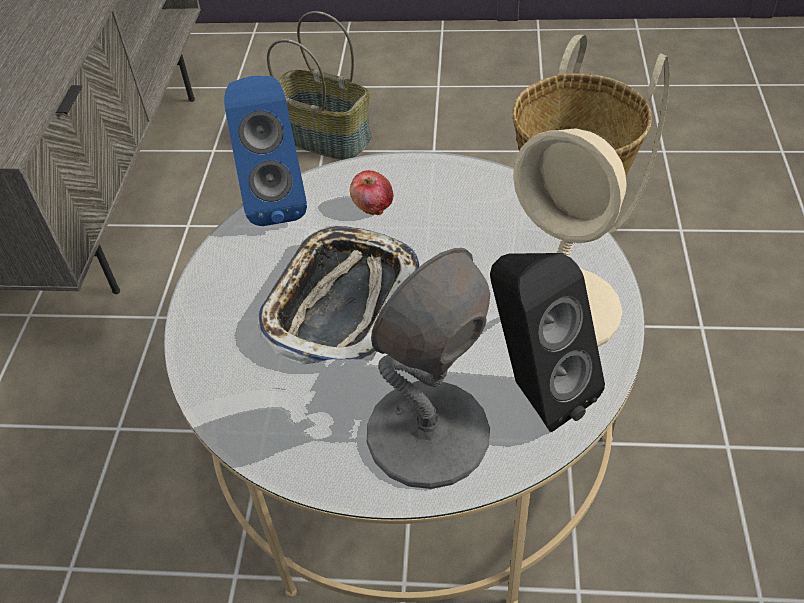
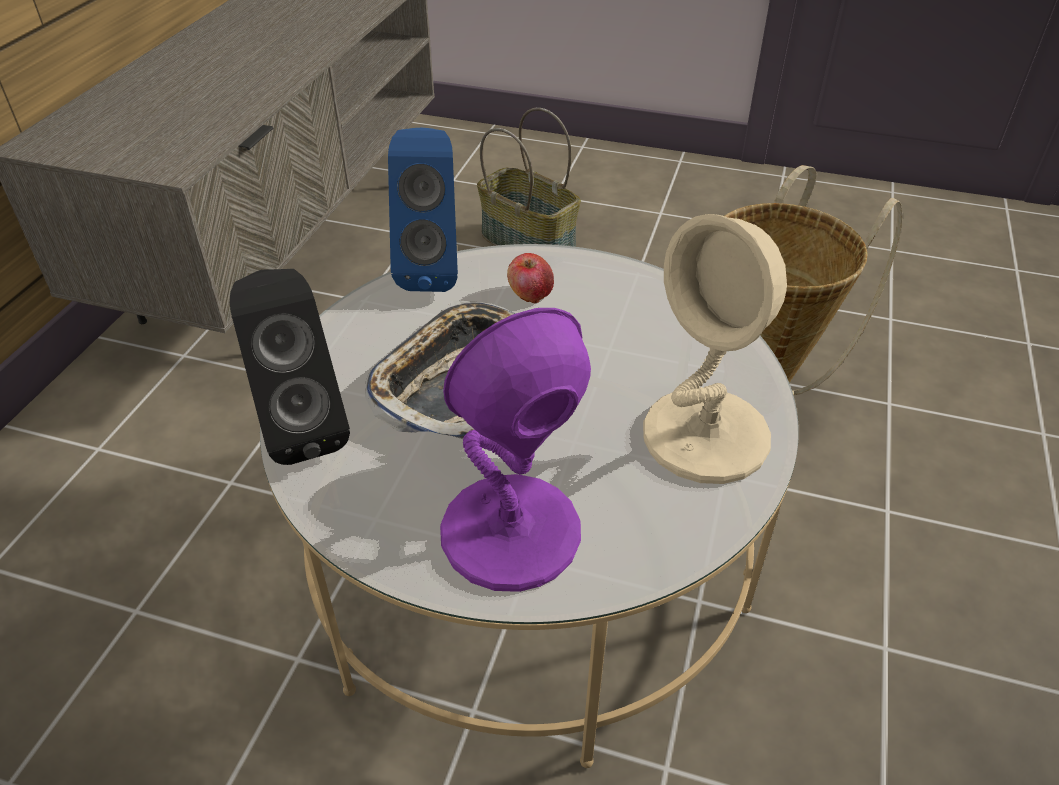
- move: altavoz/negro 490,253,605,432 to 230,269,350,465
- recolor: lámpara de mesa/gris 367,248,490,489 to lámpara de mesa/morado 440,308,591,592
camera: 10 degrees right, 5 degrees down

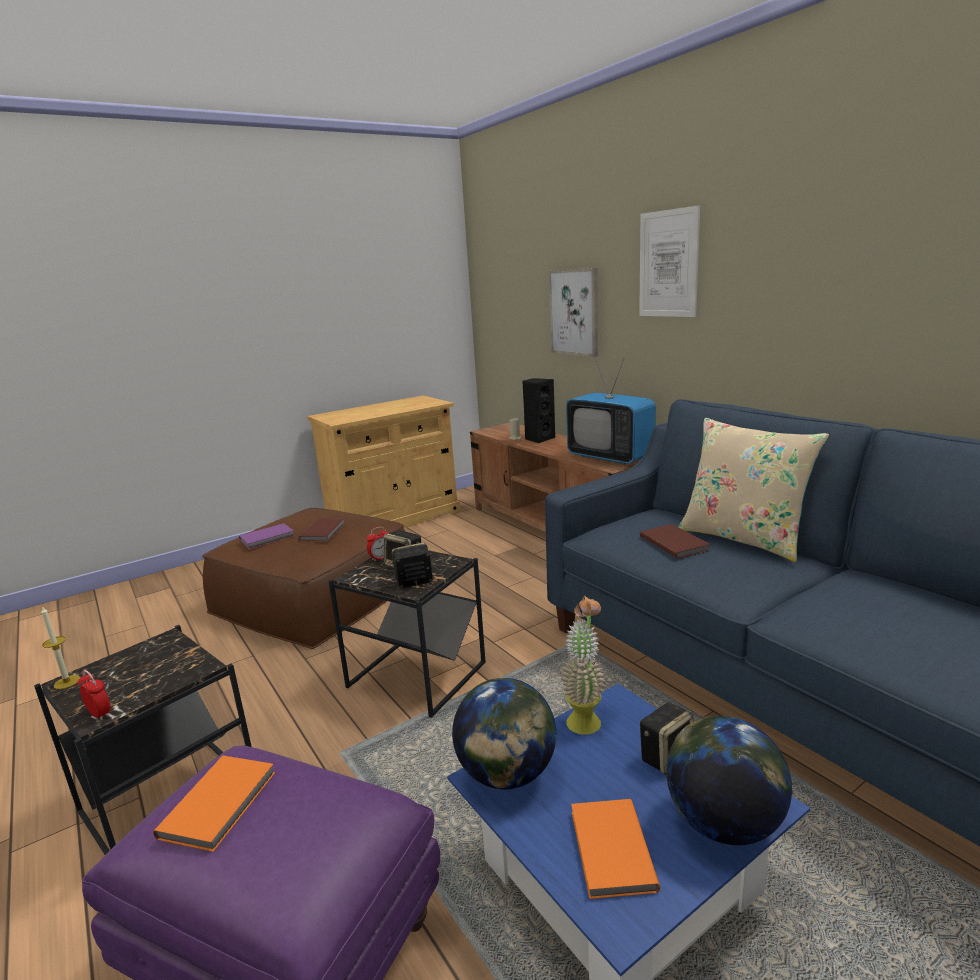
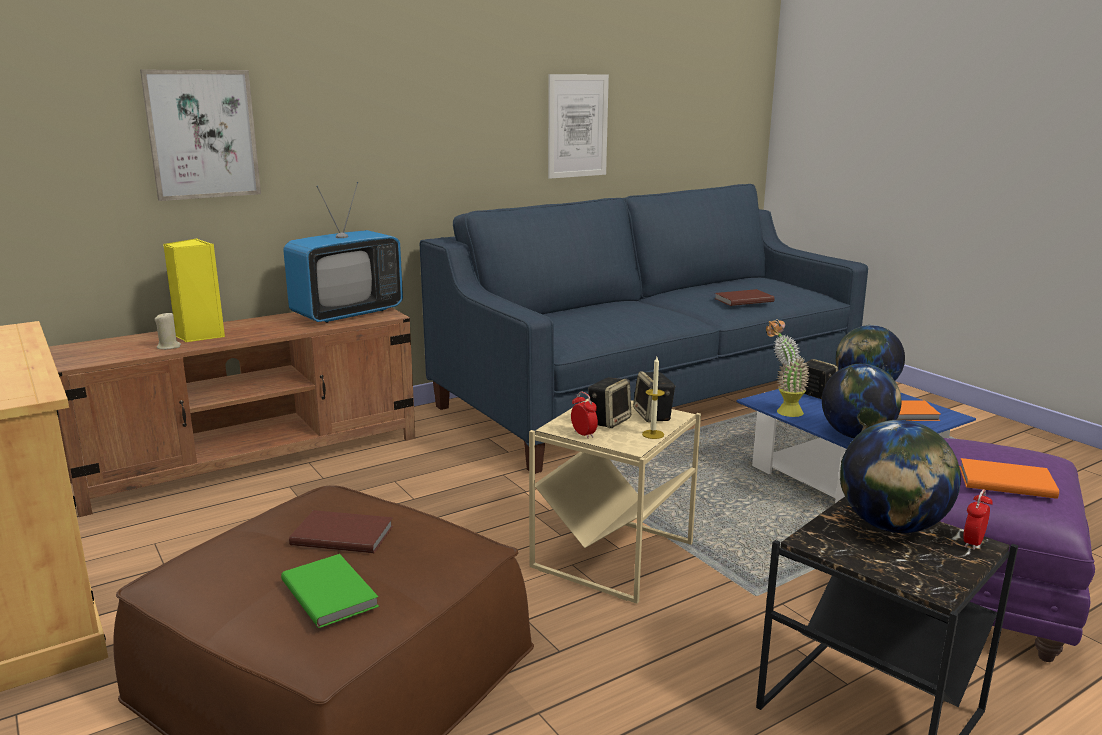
- delete: cojín/beis 678,418,829,562
- insert: globo terráqueo 840,420,961,533
- move: vela 41,606,80,689 to 642,357,665,439
- move: cuadro 639,205,700,317 to 548,74,609,179
- move: libro/marrón 640,524,711,559 to 714,289,775,306
- recolor: libro/morado 239,523,295,549 to libro/verde 281,554,379,628
- recolor: mesa auxiliar/negro 329,550,486,718 to mesa auxiliar/beis 529,398,701,604
- recolor: altavoz/negro 522,378,555,444 to altavoz/amarillo 163,238,225,343
camera: 90 degrees left, 0 degrees up

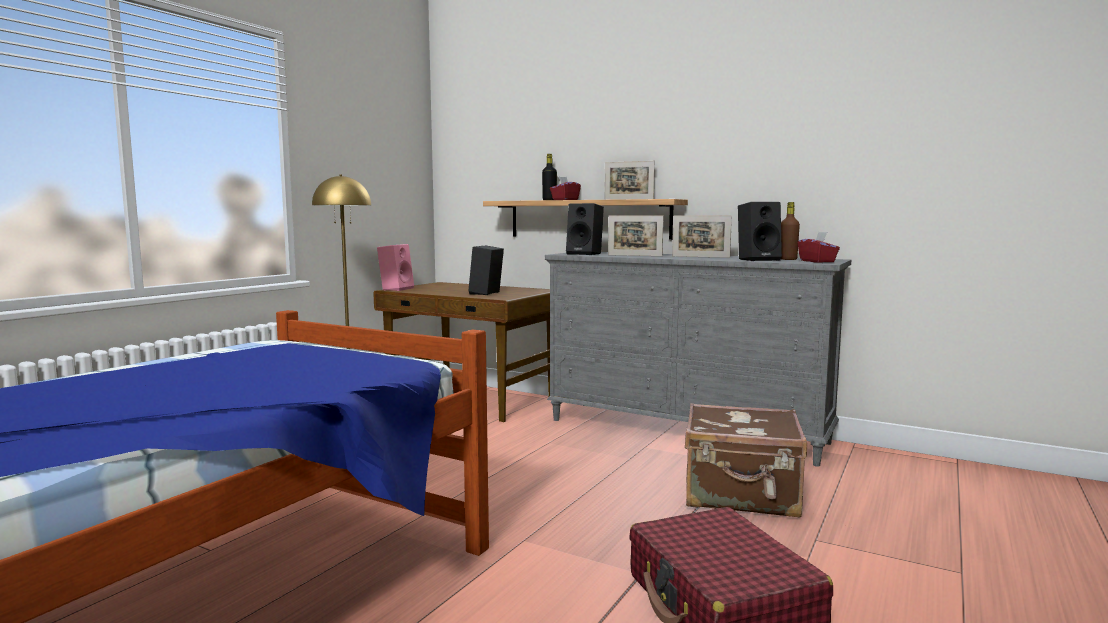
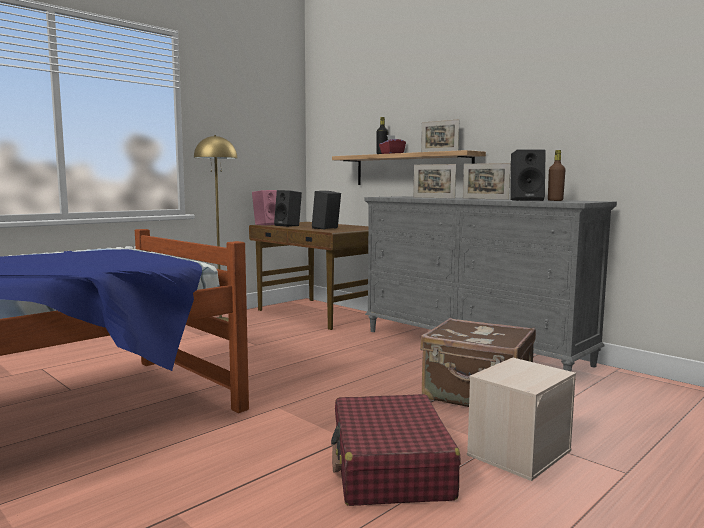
- delete: caja de pañuelos/rojo 798,232,840,263
- insert: caja de almacenaje/beis 467,358,576,481
- move: altavoz/negro 566,203,604,255 to 274,190,302,227
camera: 15 degrees right, 0 degrees up

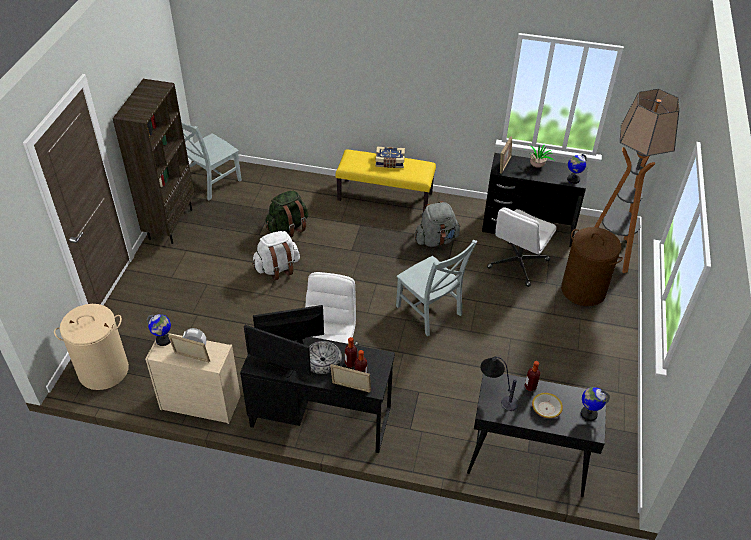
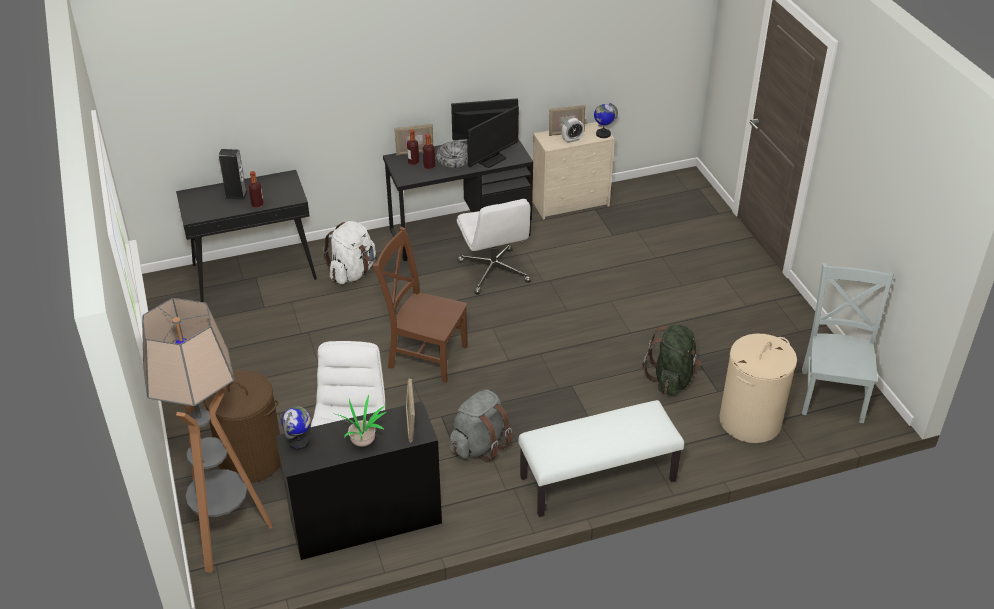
- delete: estantería/marrón 113,79,194,244
- delete: libro 375,147,405,168
- delete: lámpara de mesa 480,356,518,411
- delete: globo terráqueo 581,387,610,421
- move: cesto de la ropa/beis 54,304,129,390 to 720,333,797,443
- move: mochila/blanco 252,231,300,280 to 323,221,376,284
- replace: cuenco 532,393,563,418 to altavoz 219,149,248,200
- recolor: banco/amarillo 335,149,436,211 to banco/blanco 519,400,684,517
- recolor: silla/gris 396,240,478,336 to silla/marrón 373,226,468,383
camera: 150 degrees right, 5 degrees down

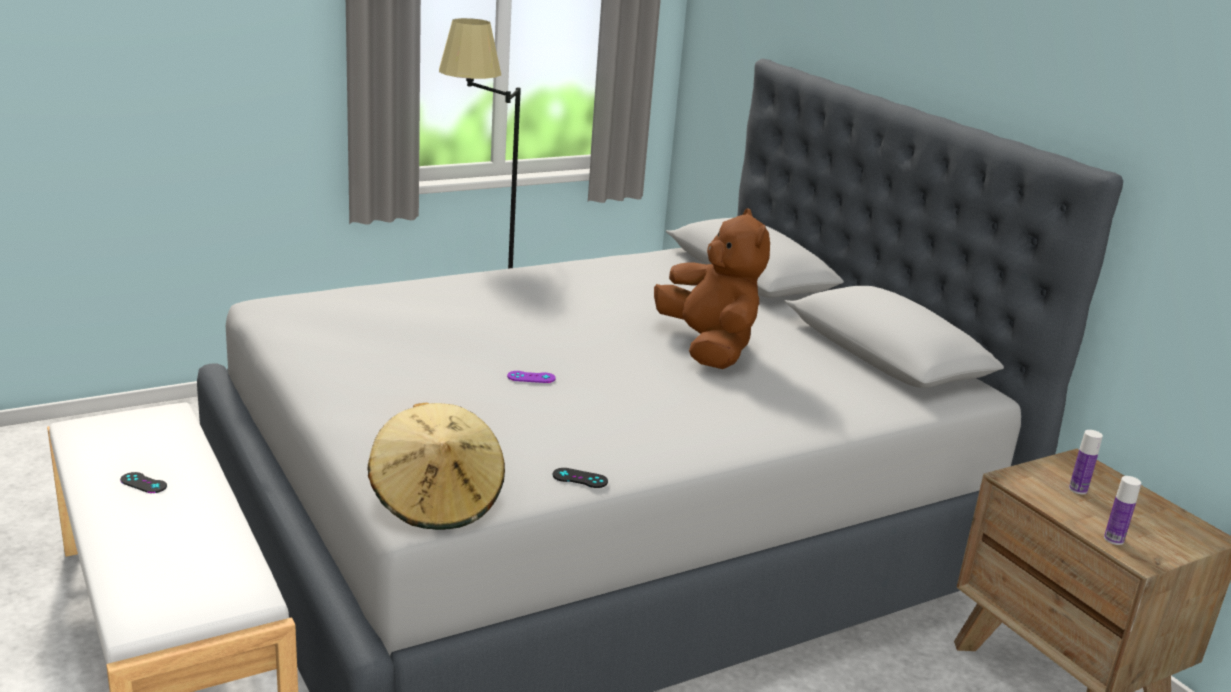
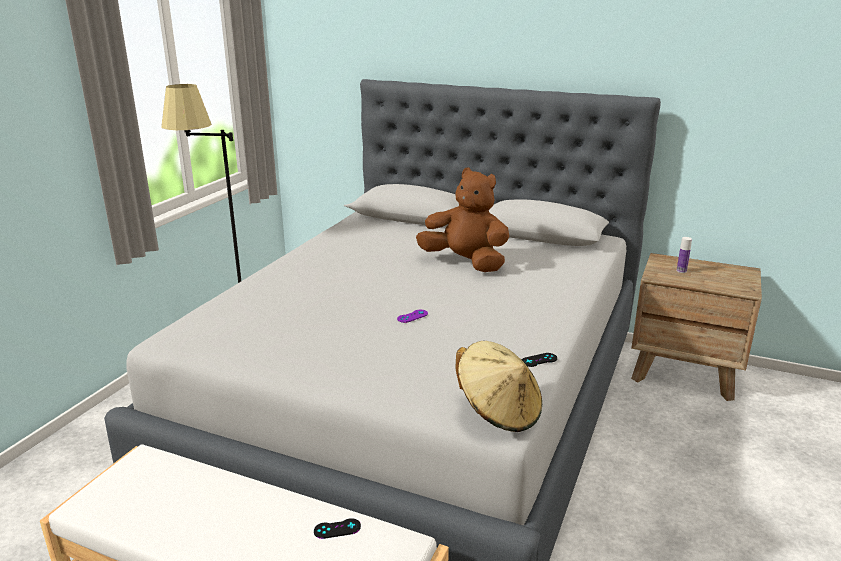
- delete: botella 1104,476,1141,545
- move: mando de consola/negro 120,472,167,493 to 314,518,361,539
camera: 35 degrees left, 0 degrees up

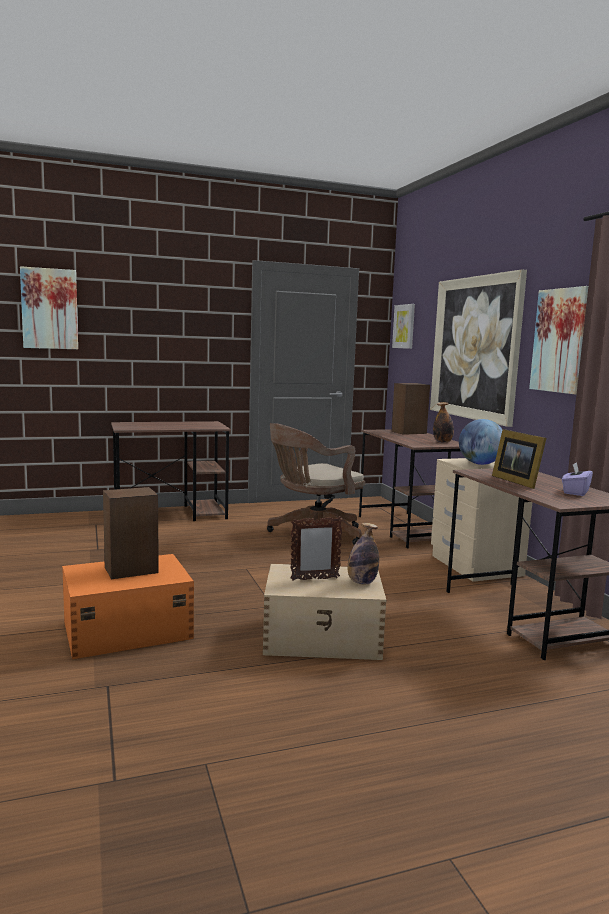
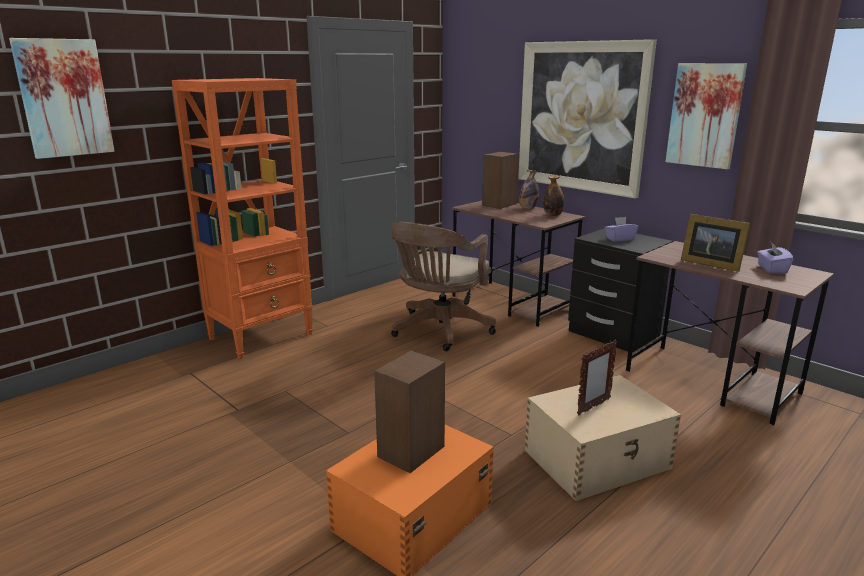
- delete: cuadro 392,304,415,349
- move: botella 348,523,379,584 to 519,170,539,209
- replace: escritorio/marrón 111,421,231,521 to estantería/naranja 172,78,313,359
- replace: globo terráqueo 459,419,502,465 to caja de pañuelos/morado 605,217,638,242
- recolor: mesita de noche/beis 431,458,532,582 to mesita de noche/negro 568,228,673,353
camera: 25 degrees left, 10 degrees up

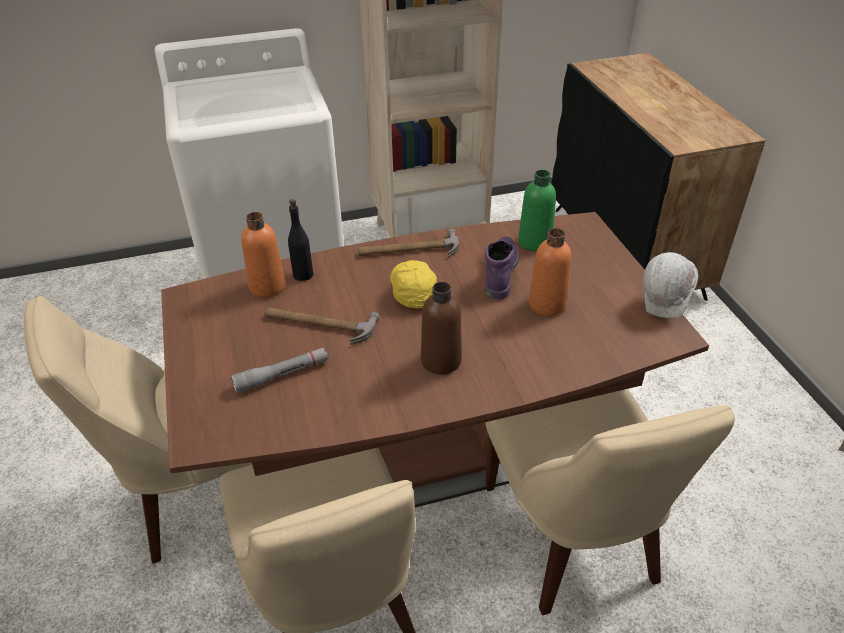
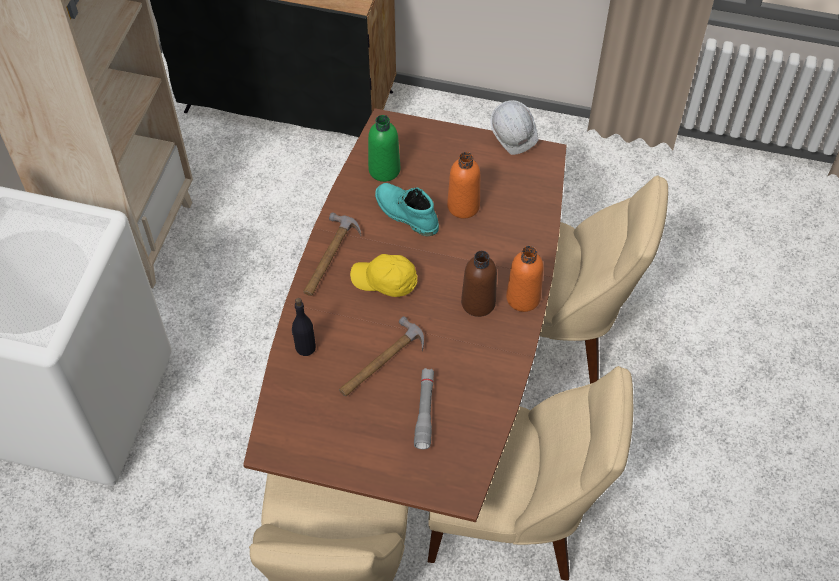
- move: botella/naranja 241,212,285,298 to 506,246,544,312
- recolor: bota/morado 485,237,519,300 to bota/turquesa 375,183,439,236
camera: 60 degrees left, 15 degrees up

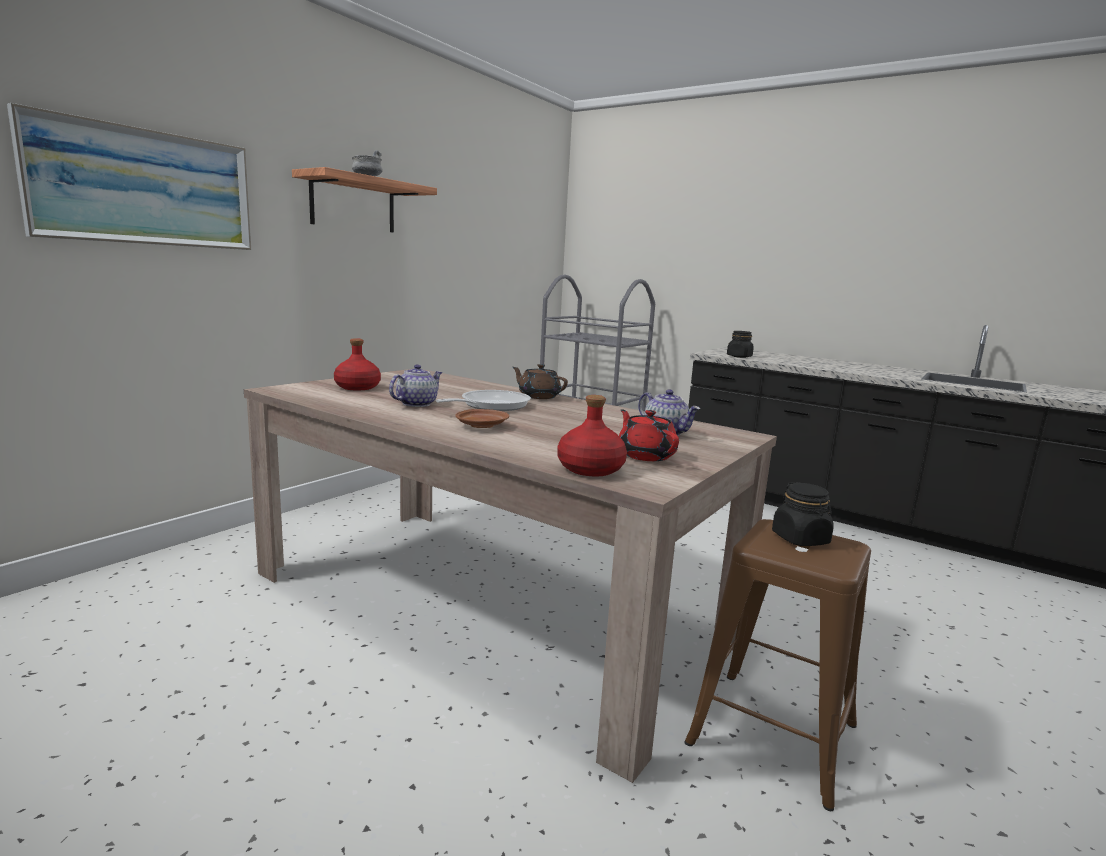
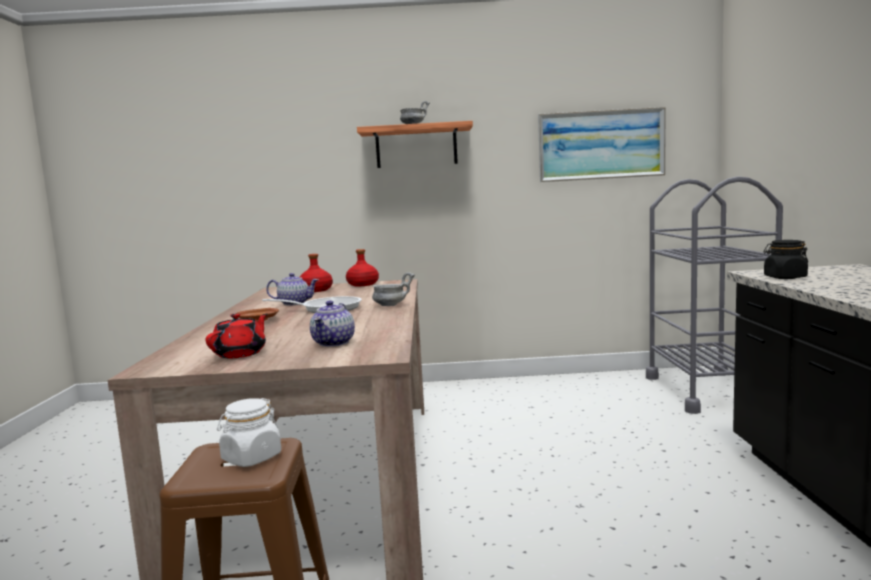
- move: cuadro 7,103,251,250 to 538,107,666,182
- move: botella/rojo 557,395,627,476 to 346,249,379,286
- replace: tetera/marrón 512,364,568,399 to cuenco/gris 372,272,415,306
- recolor: tarro/negro 772,482,834,546 to tarro/blanco 217,398,281,467
camera: 55 degrees right, 5 degrees down

